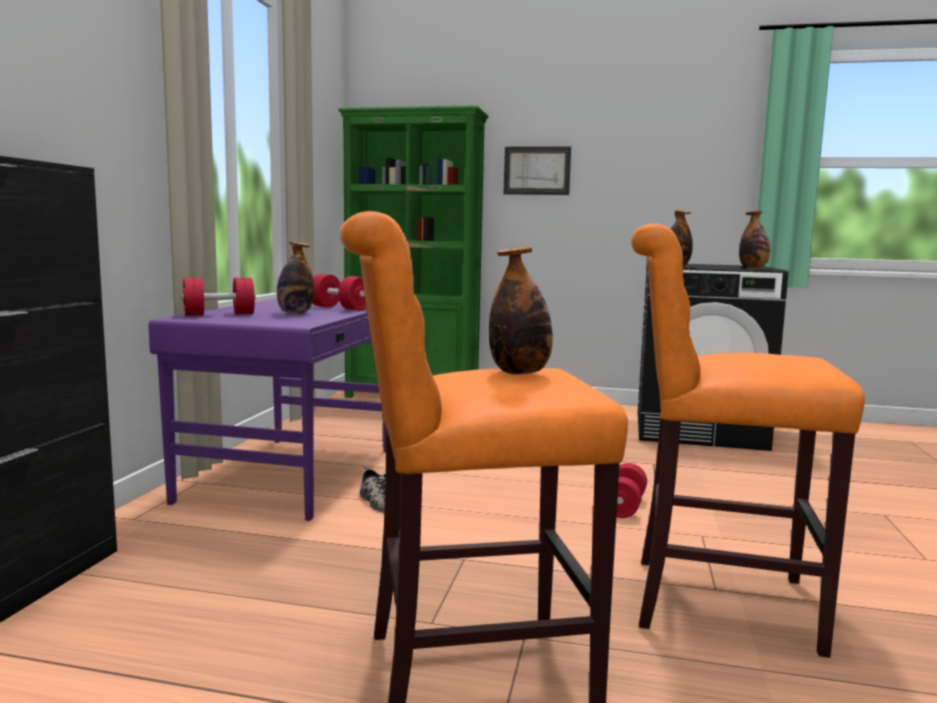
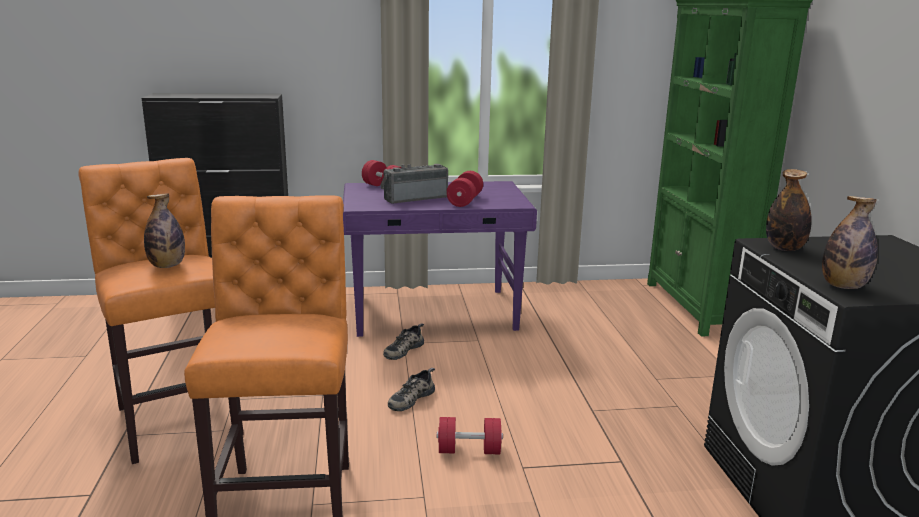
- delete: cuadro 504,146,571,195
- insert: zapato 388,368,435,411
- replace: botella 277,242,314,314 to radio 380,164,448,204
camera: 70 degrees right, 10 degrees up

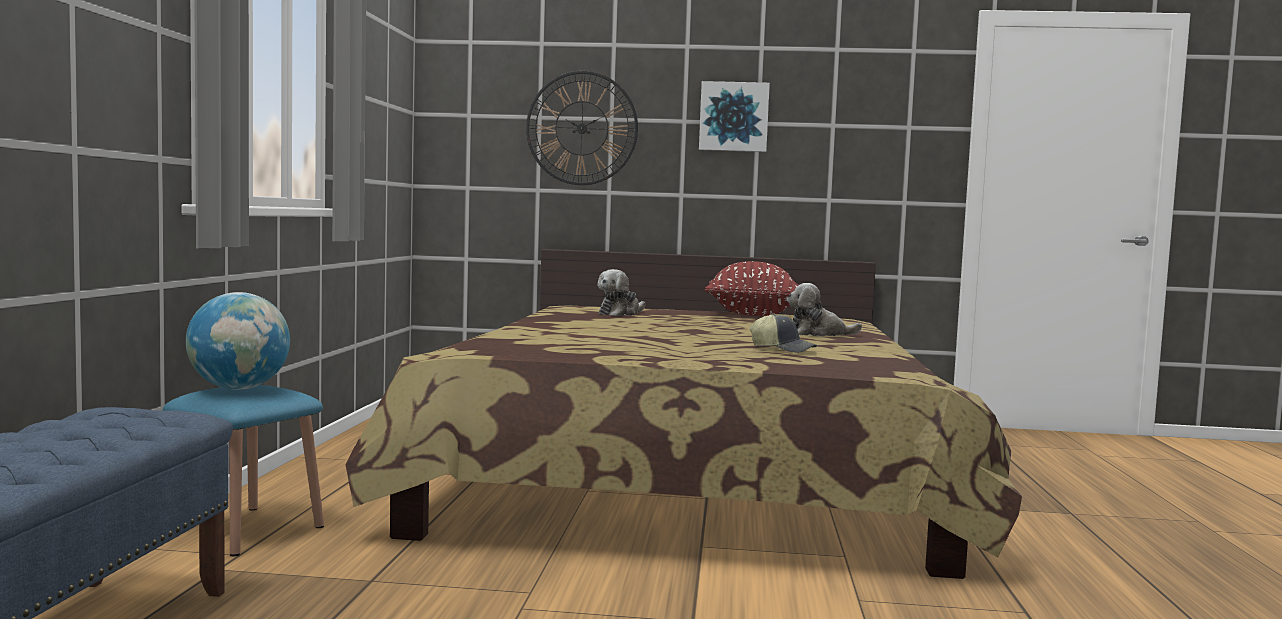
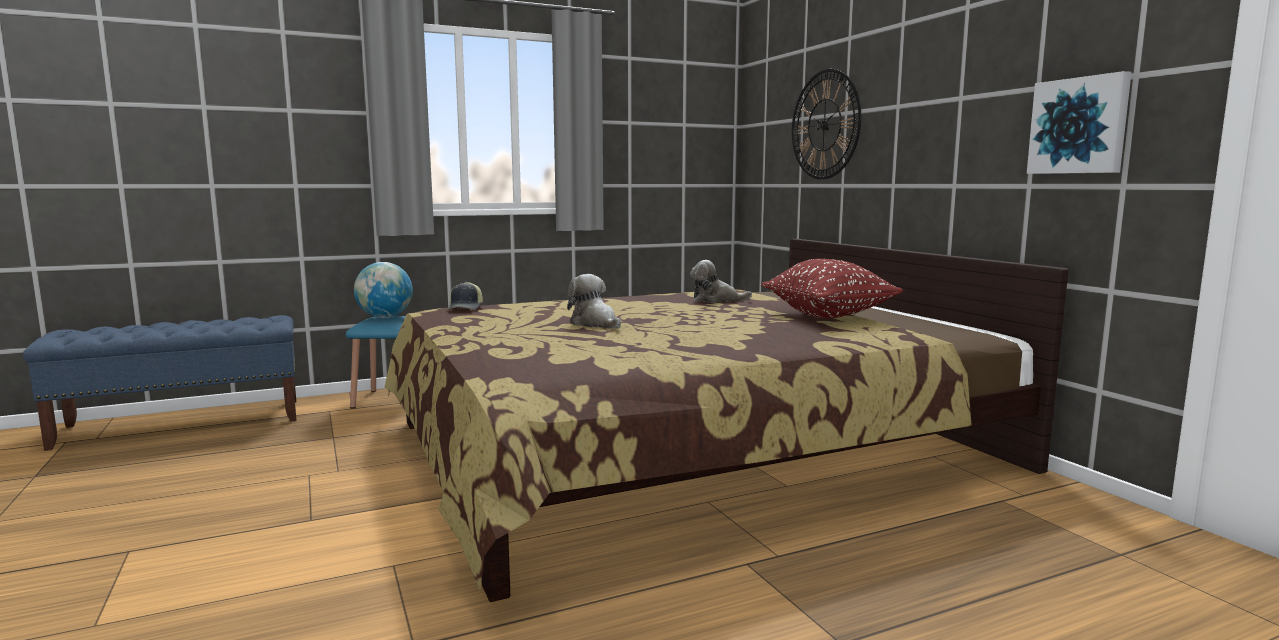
- move: cuadro 699,81,770,152 to 1027,71,1132,174
- move: gorra 750,313,817,352 to 447,282,483,311
- move: peluche 787,283,862,336 to 567,274,621,329
camera: 60 degrees right, 5 degrees up

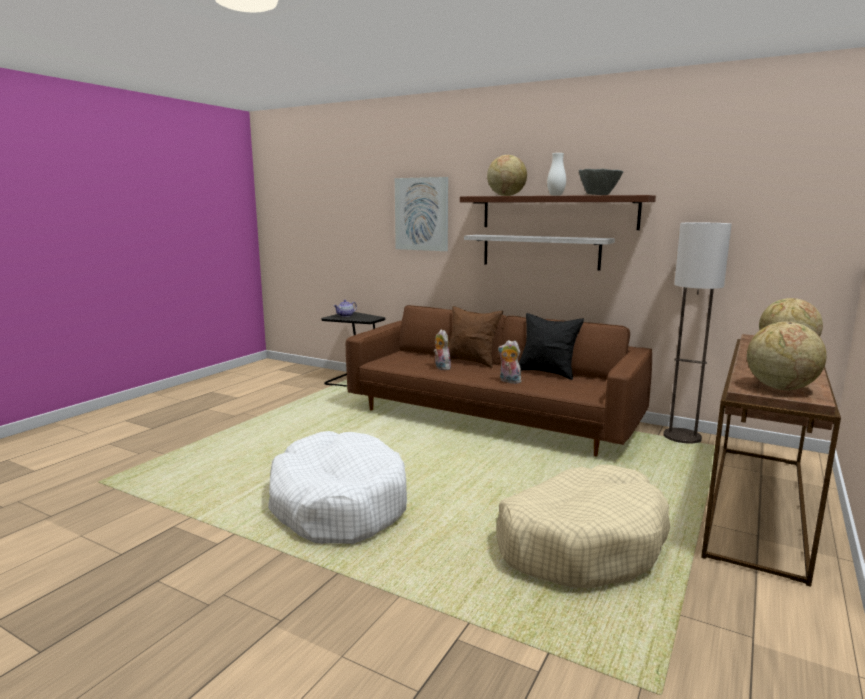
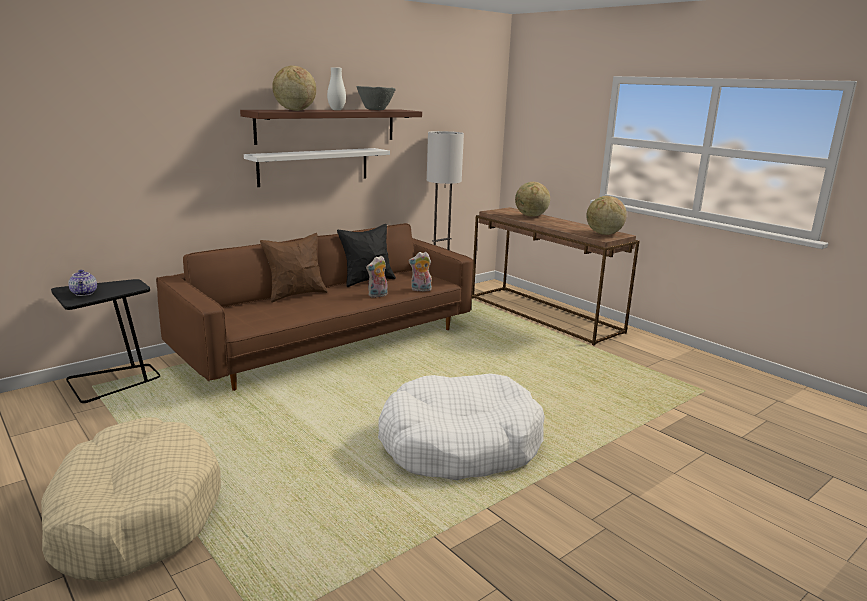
- delete: cuadro 395,177,448,251
- move: peluche 434,329,451,370 to 408,252,432,291
- move: cama para perro/beis 496,465,670,588 to 41,417,221,582
camera: 70 degrees left, 5 degrees up

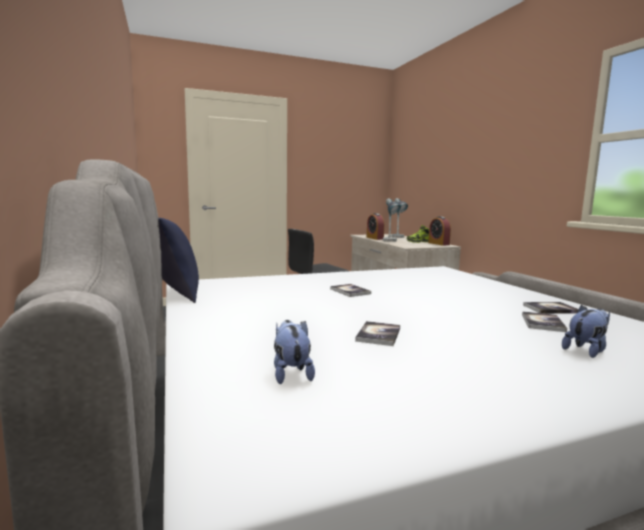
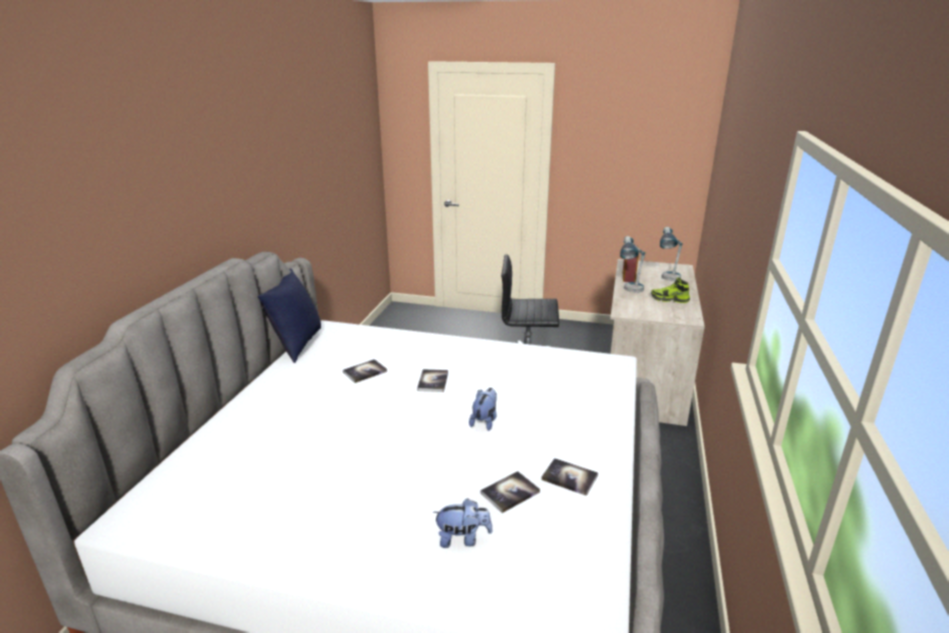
- delete: despertador 428,216,451,246
- move: peluche 274,320,315,384 to 469,388,497,431
- move: libro 355,321,400,346 to 343,359,387,383
camera: 35 degrees right, 15 degrees up

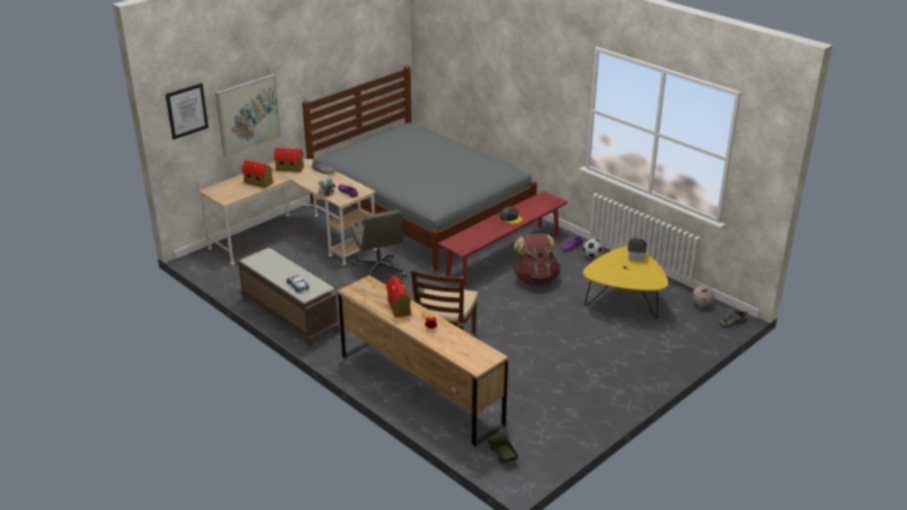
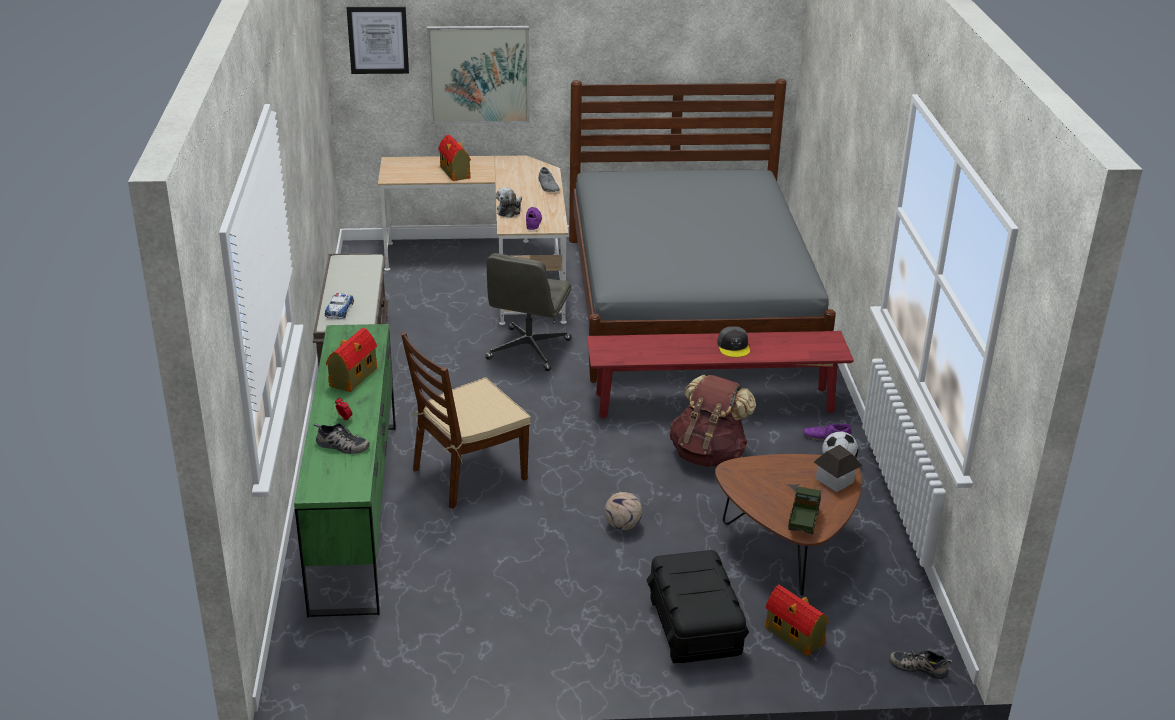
- insert: zapato 314,423,370,454
- insert: caja de almacenaje/negro 646,550,749,663
- move: casita 274,148,304,172 to 765,585,829,656
- move: camión de juguete 488,432,518,464 to 788,487,821,534
- move: balón de fútbol 692,285,714,307 to 604,492,643,530
- recolor: cómoda/marrón 338,275,508,447 to cómoda/verde 294,324,396,618
- recolor: mesa de centro/amarillo 583,246,668,319 to mesa de centro/marrón 715,454,862,596
camera: 40 degrees right, 0 degrees up

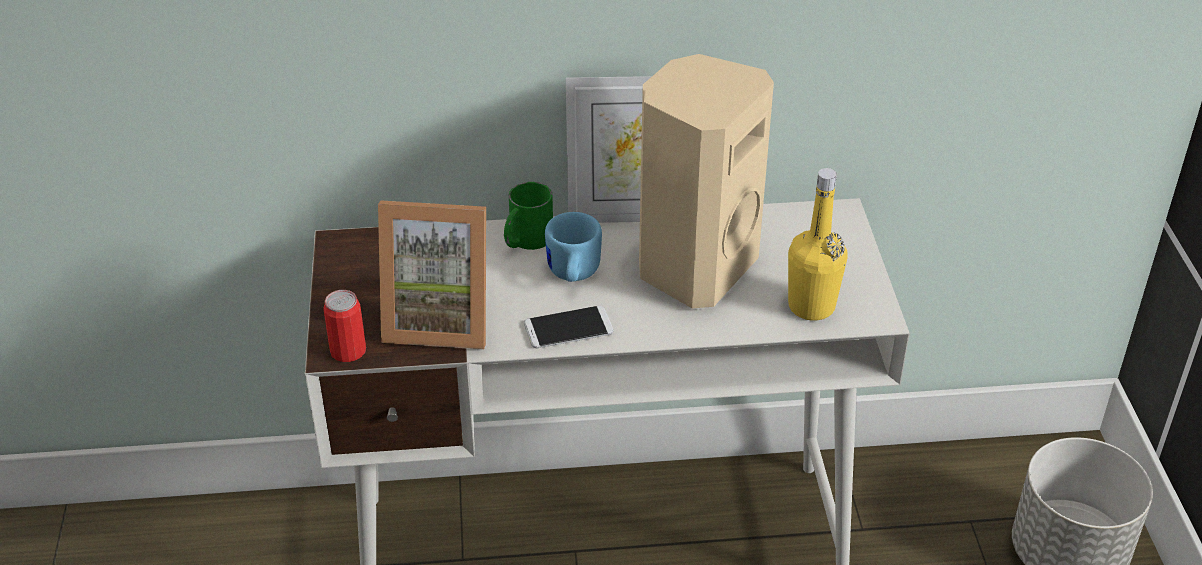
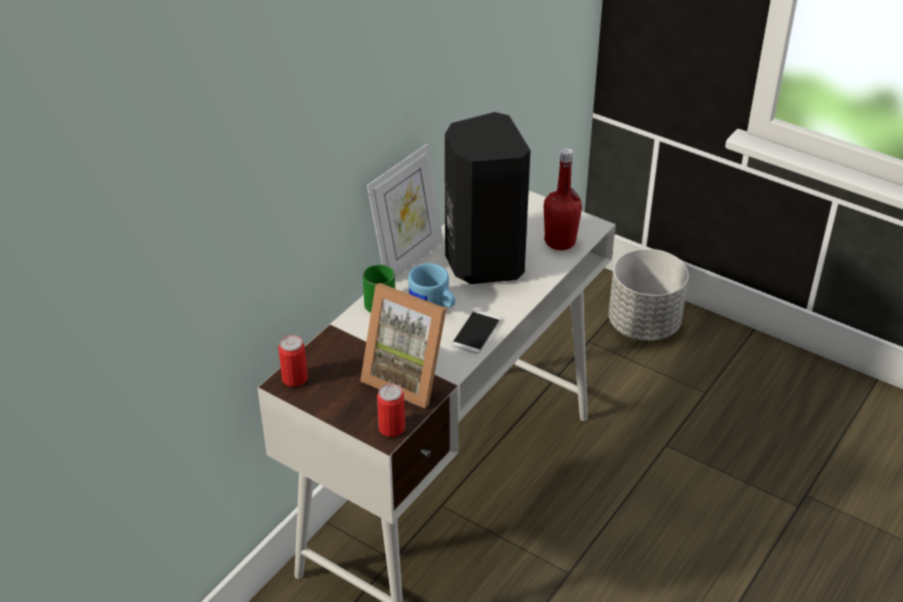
- insert: lata 278,335,308,387
- recolor: altavoz/beis 639,54,774,308 to altavoz/negro 445,112,530,284
- recolor: botella/amarillo 788,168,848,321 to botella/rojo 544,148,582,250
- rotate: portarretratos 378,201,486,350 = 360,283,446,409 75 degrees clockwise
camera: 50 degrees left, 0 degrees up

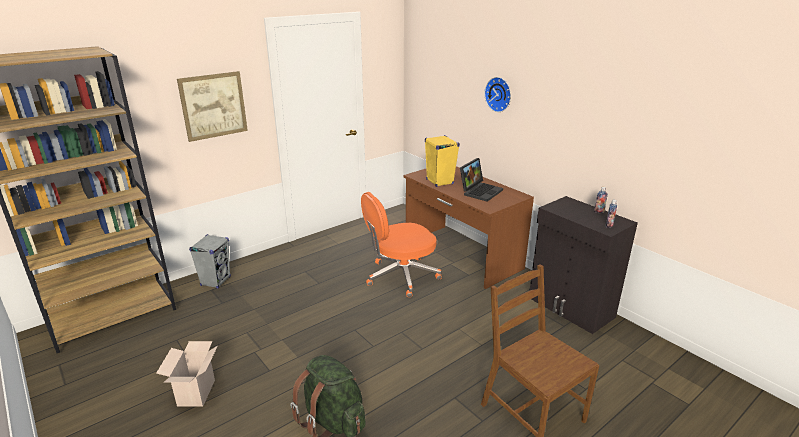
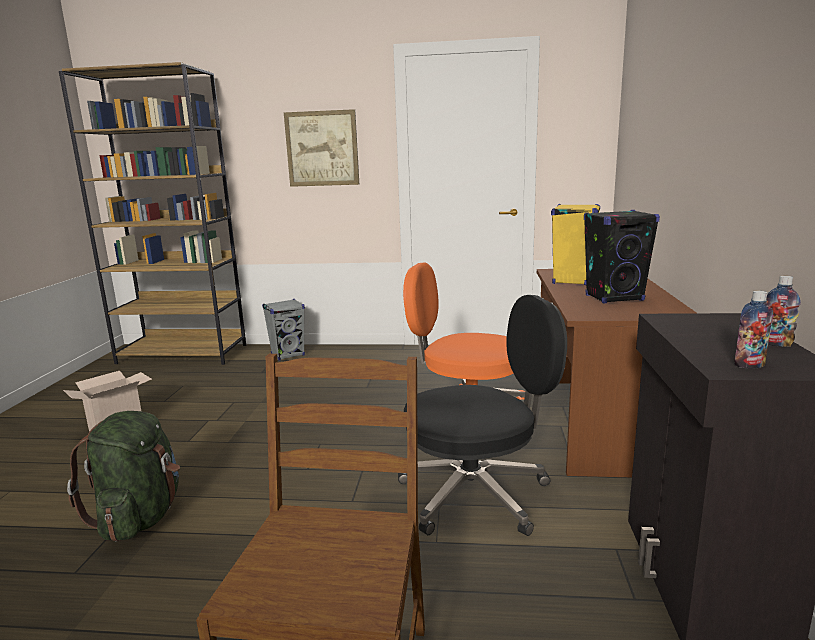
- delete: reloj de pared 484,77,511,112
- insert: silla de oficina/negro 398,295,567,536
- replace: portátil 460,158,503,201 to altavoz/negro 584,210,660,304
camera: 45 degrees right, 10 degrees down

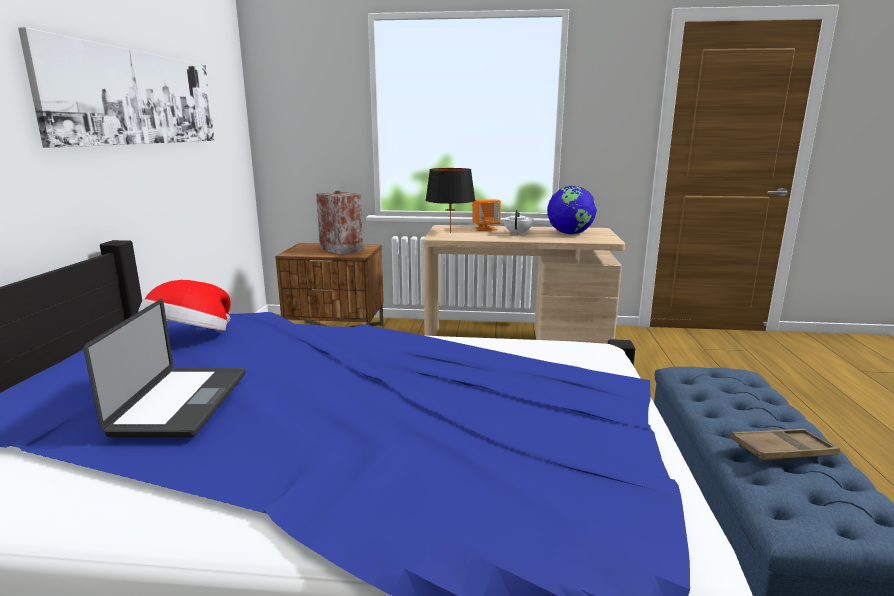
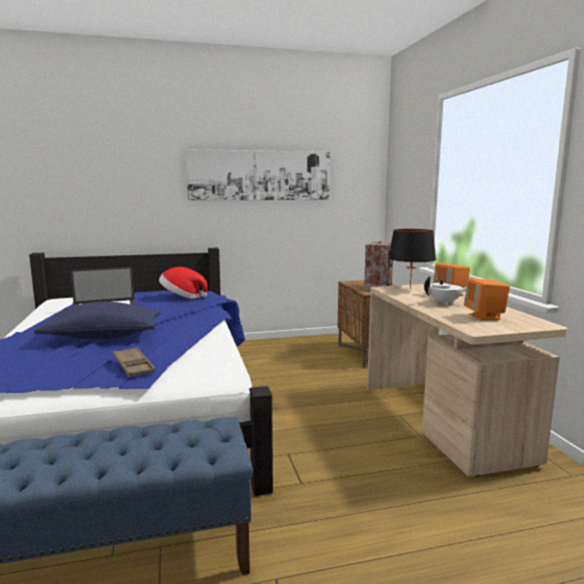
- insert: cojín/azul 34,302,161,339
- move: bandeja/marrón 731,429,840,461 to 113,347,155,377
- replace: globo terráqueo 547,186,597,234 to altavoz/naranja 464,278,510,320
camera: 70 degrees right, 5 degrees down

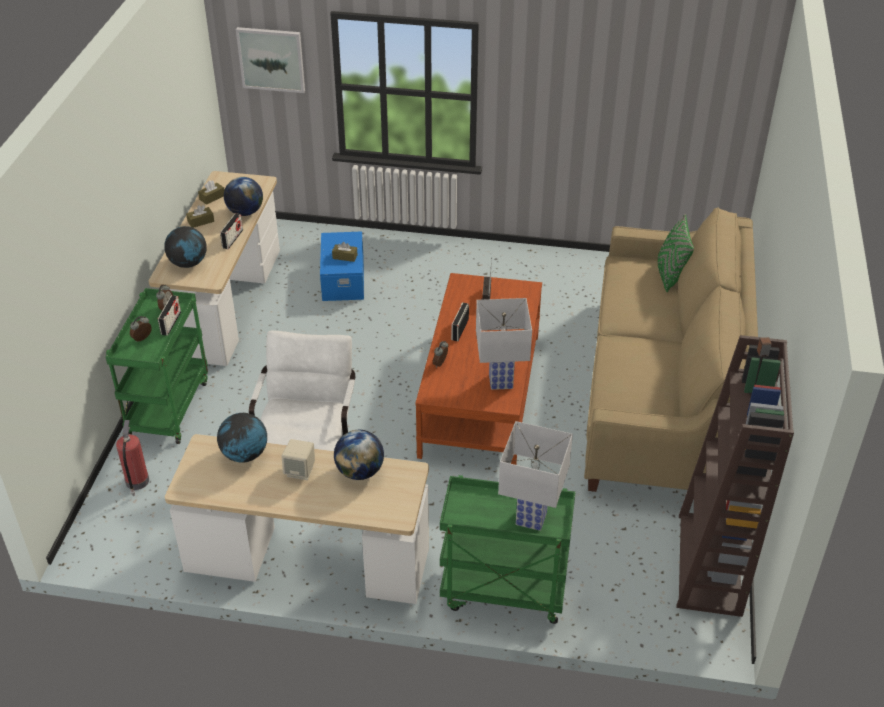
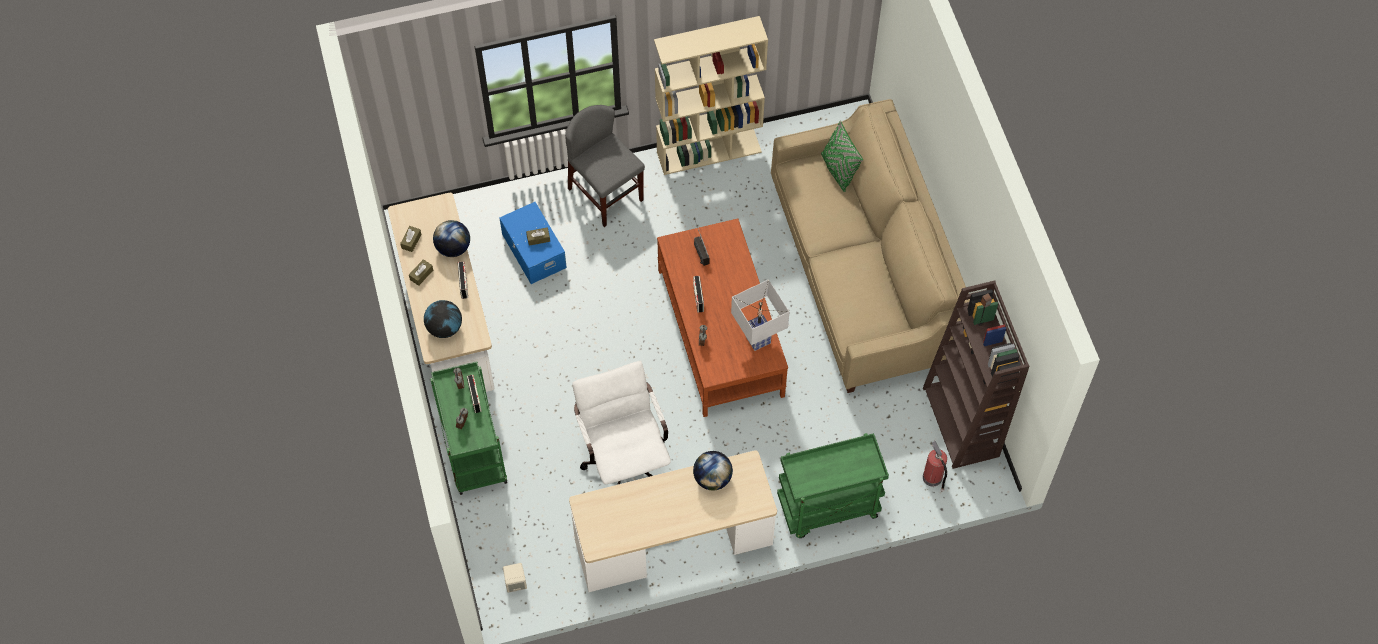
- delete: globo terráqueo 217,413,267,463
- delete: cuadro 236,27,305,93
- delete: lámpara de mesa/blanco 498,421,573,531
- insert: silla/gris 565,105,645,227
- insert: estantería/beis 654,16,768,175
- move: extintor 116,420,149,496 to 923,441,947,492
- move: altavoz/beis 282,439,315,480 to 503,563,527,593
camera: 25 degrees left, 20 degrees up

